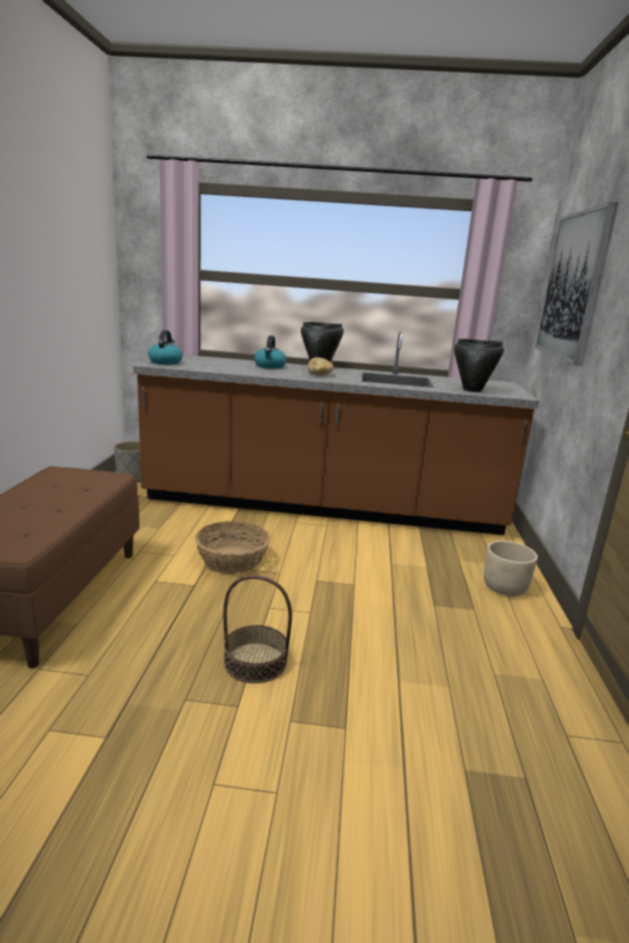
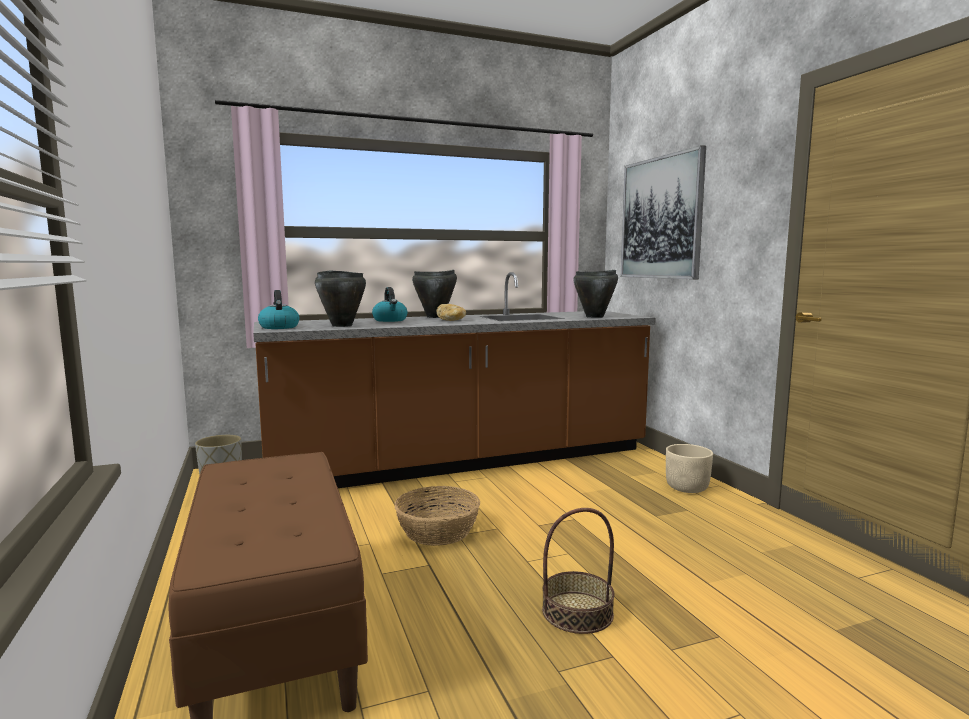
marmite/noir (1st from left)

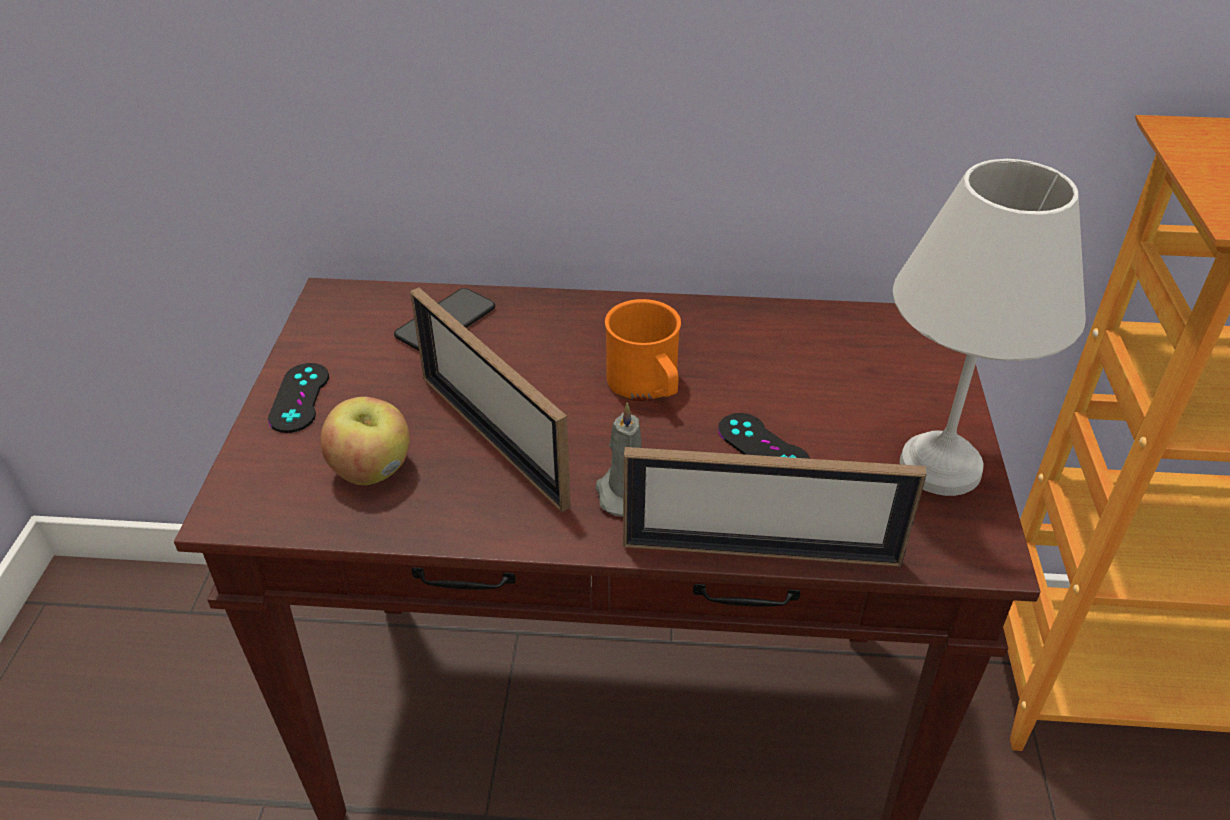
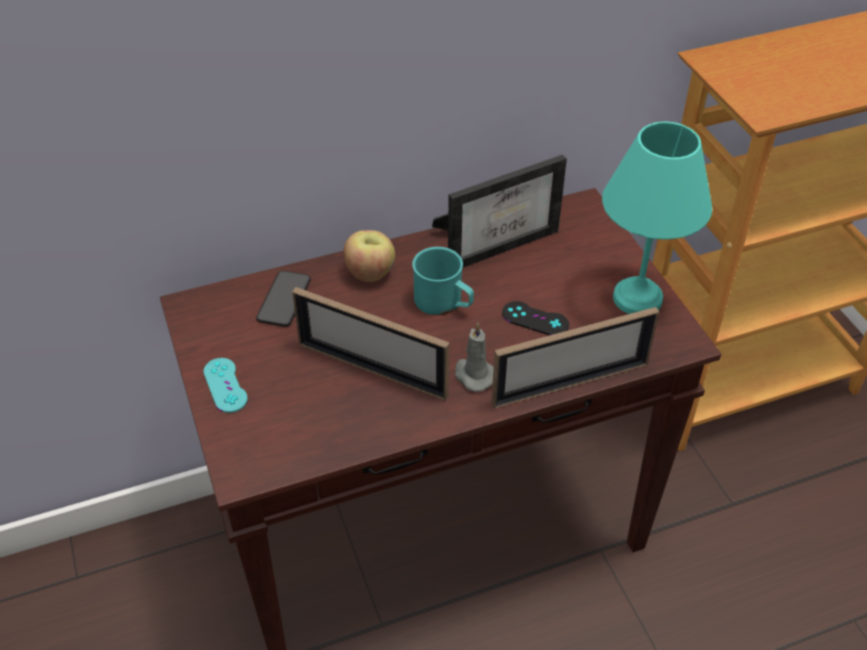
manette/turquoise
pomme
mug/turquoise
lampe de table/turquoise
cadre photo (2nd from left)

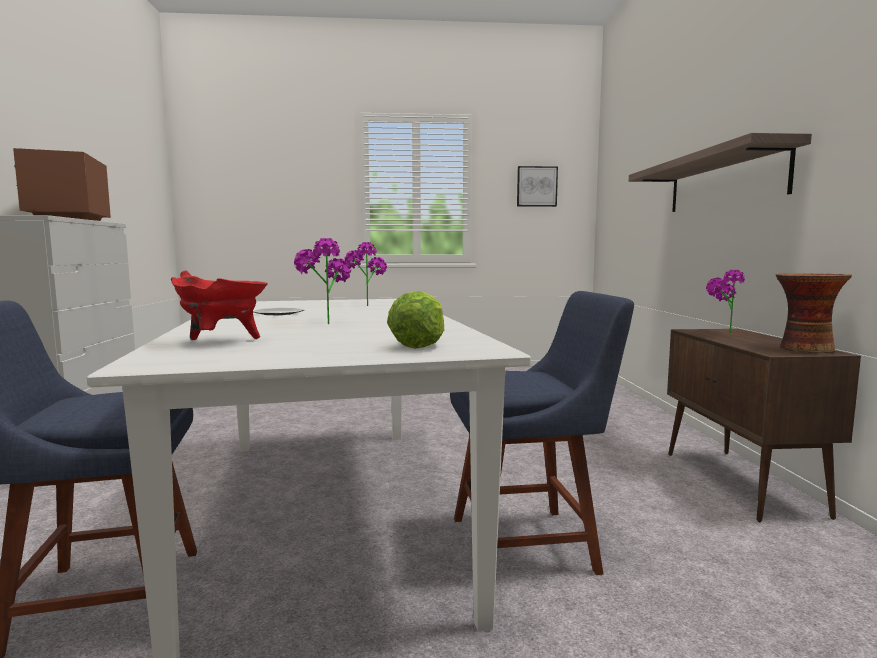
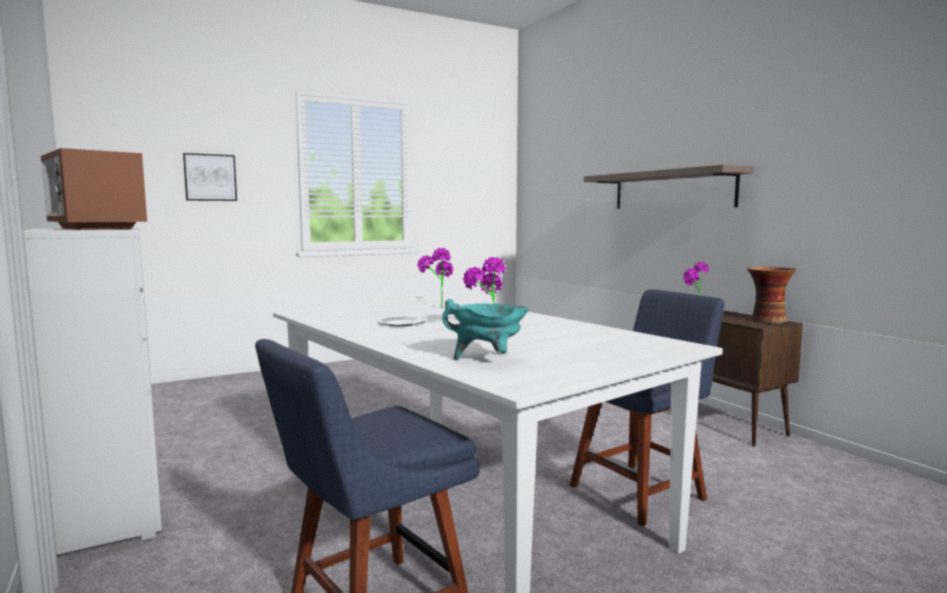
marmite/turquoise
laitue
tableau

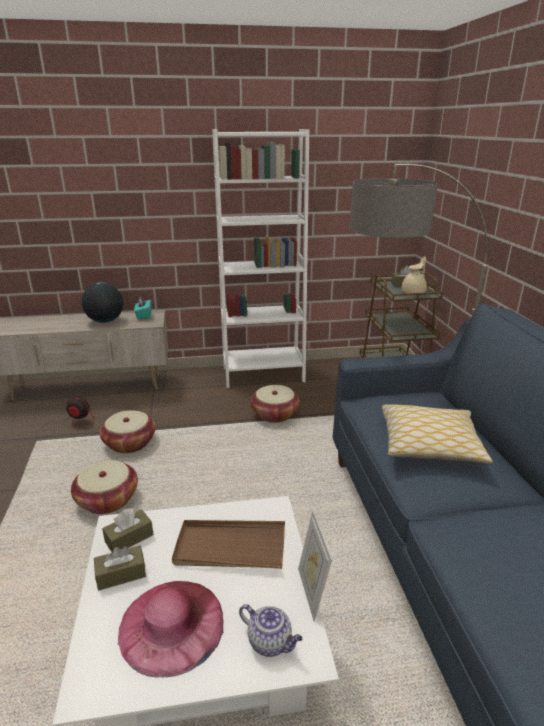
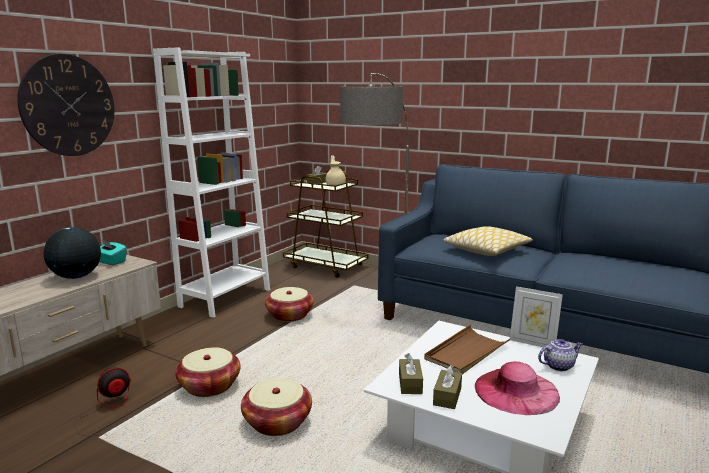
horloge murale

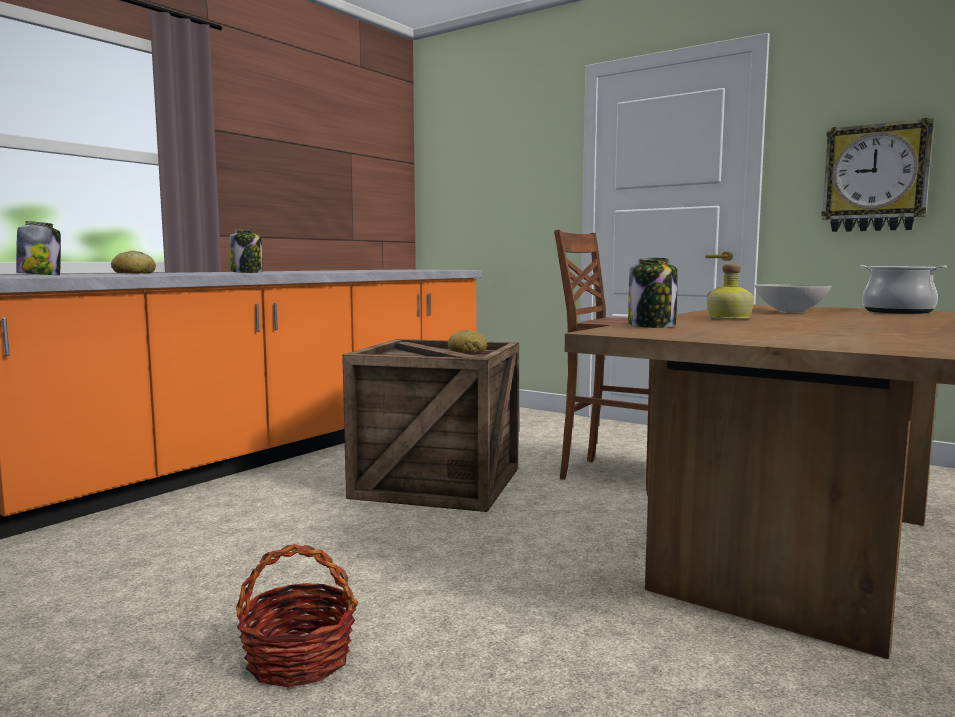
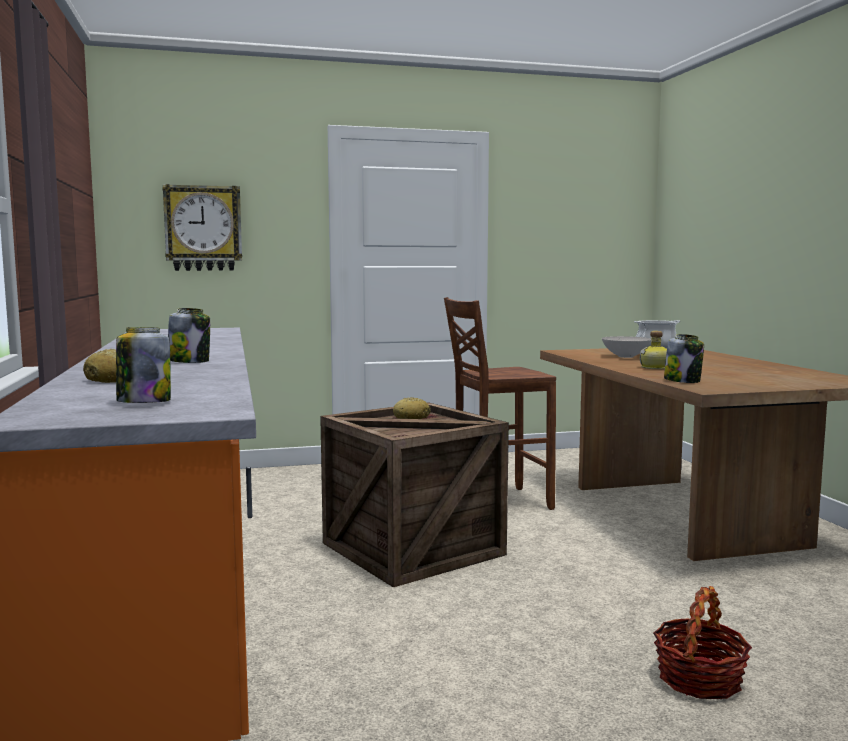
horloge murale

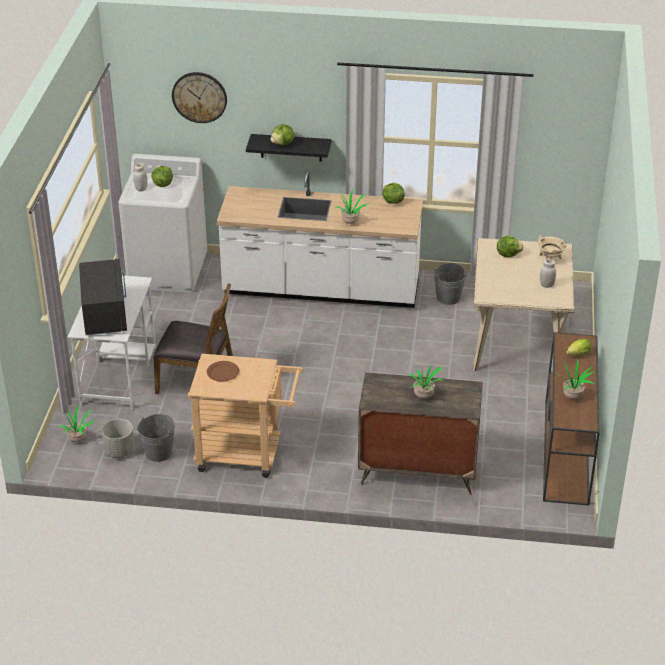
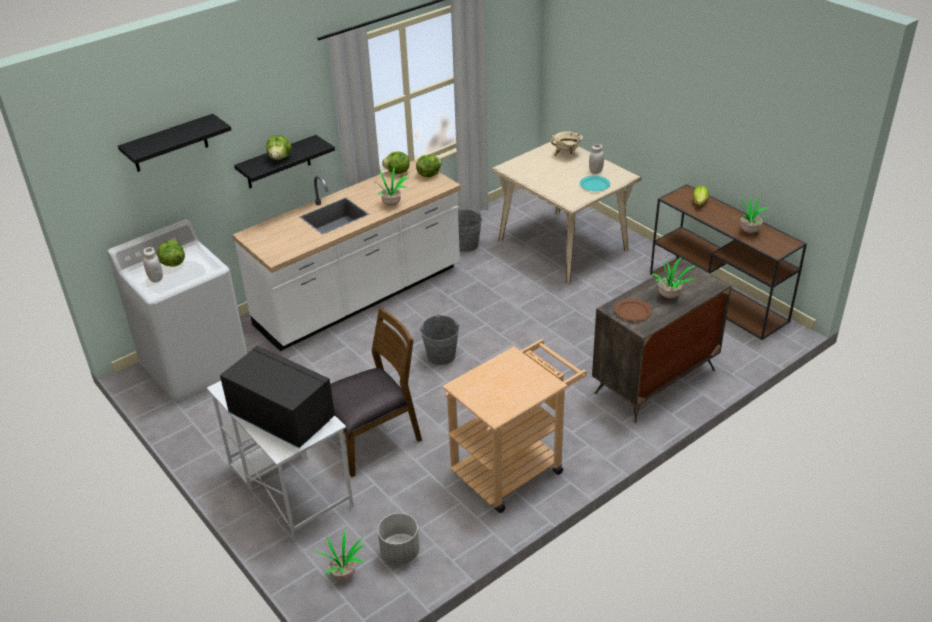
seau/gris (1st from left)
étagère/noir (1st from left)
assiette/marron
laitue (4th from left)
assiette/turquoise

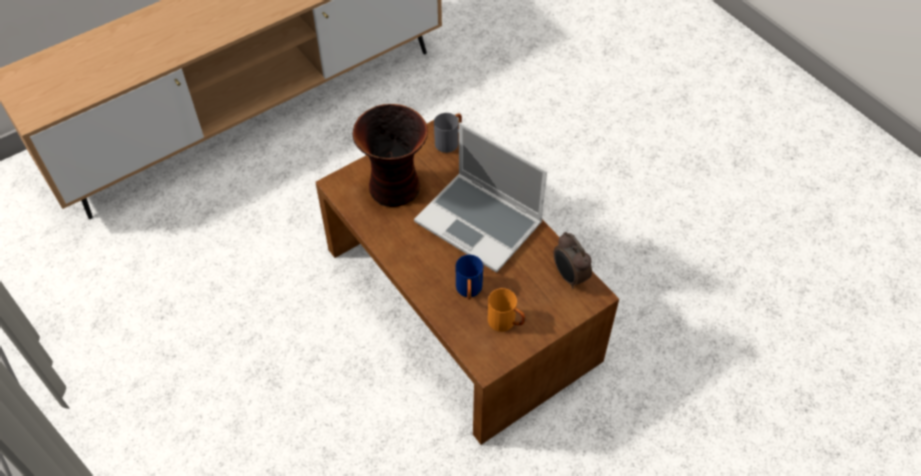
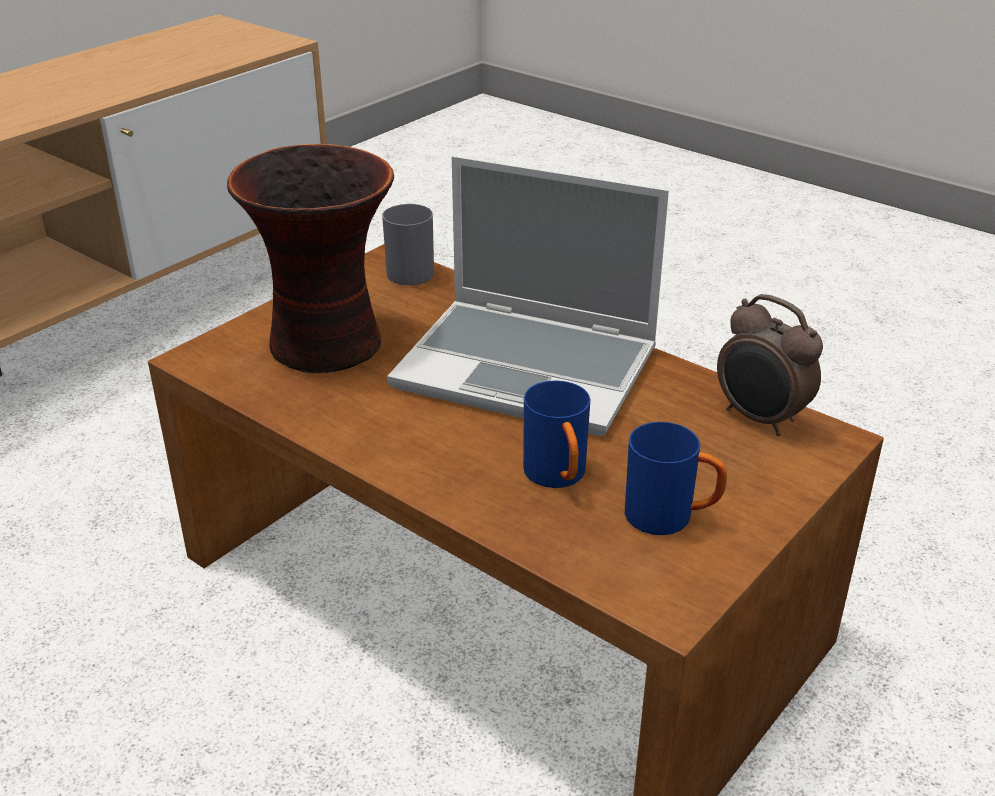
mug/bleu (2nd from left)

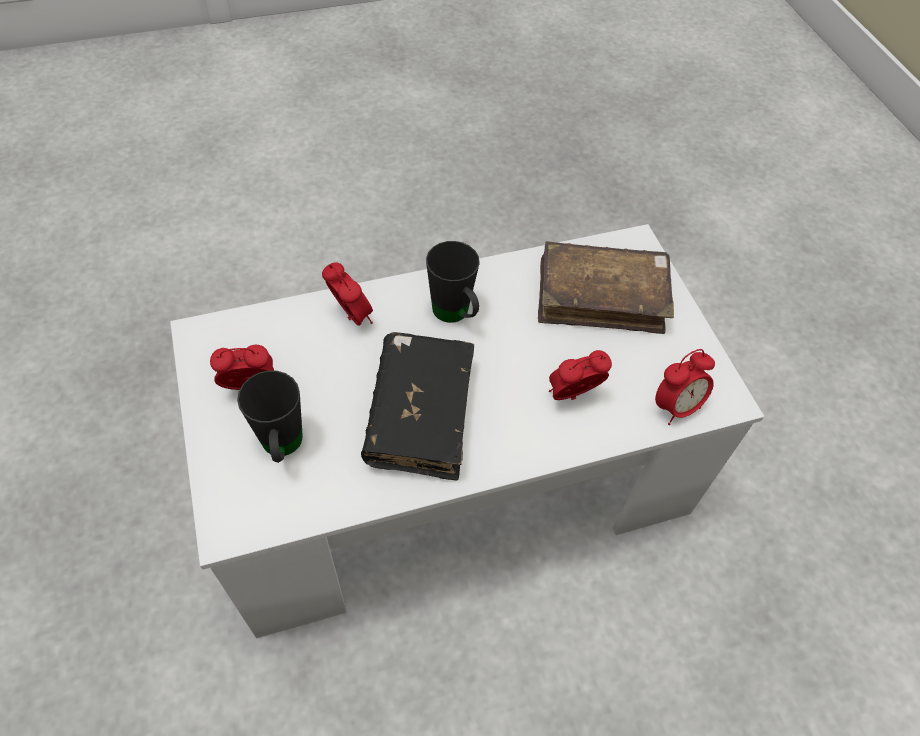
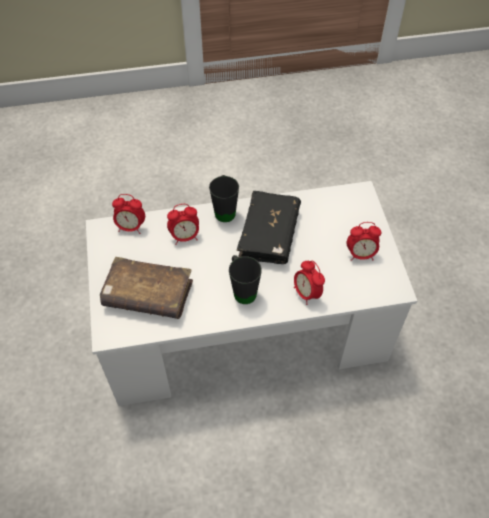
mug/noir (1st from left)
réveil (1st from left)

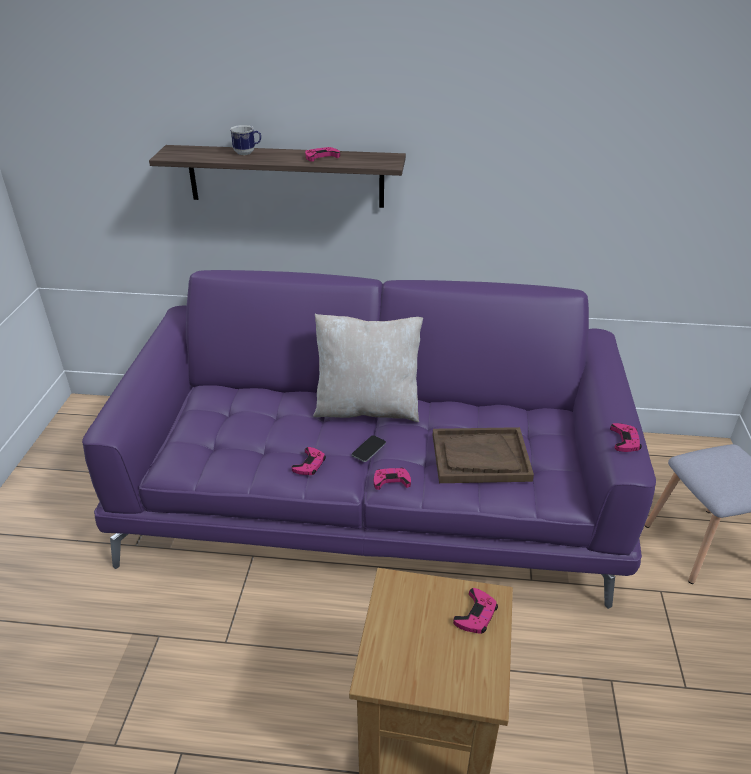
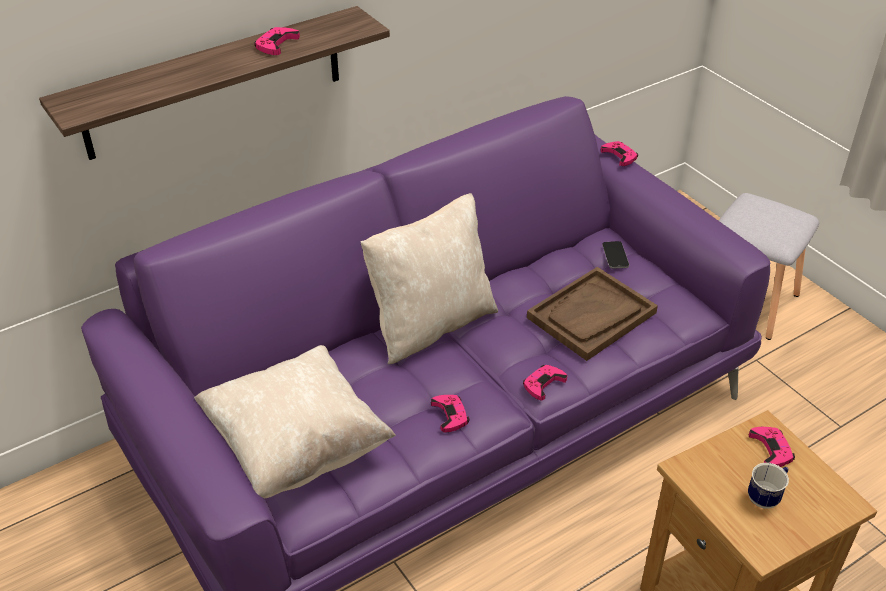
mug
téléphone
manette/rose (4th from left)
coussin/beige (1st from left)

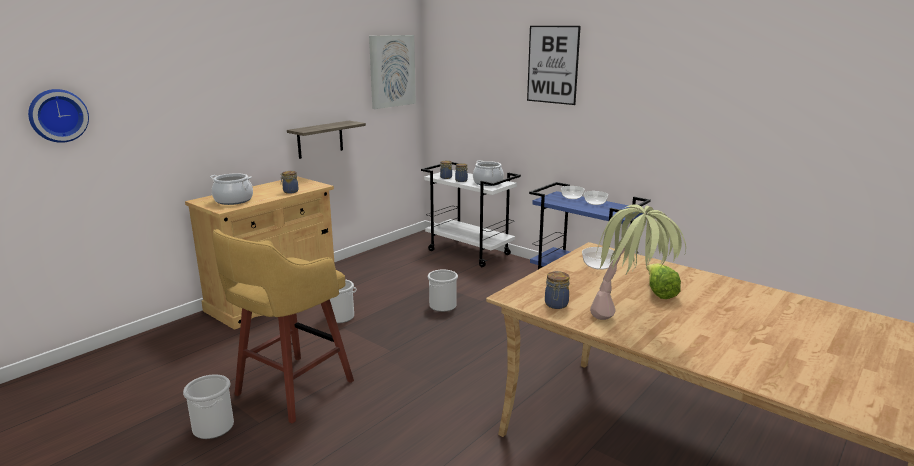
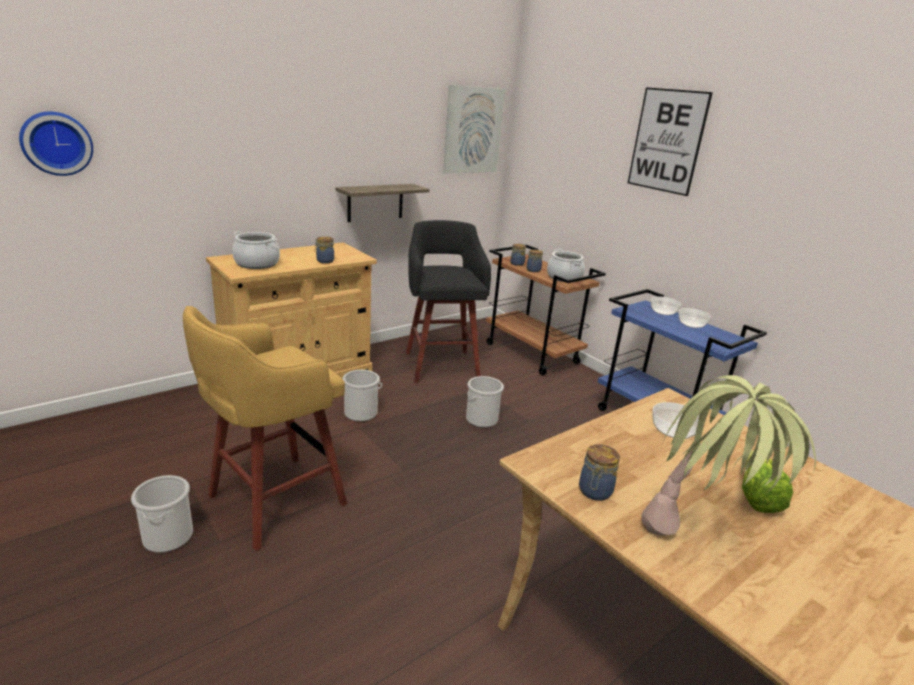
chariot/marron
tabouret/noir

